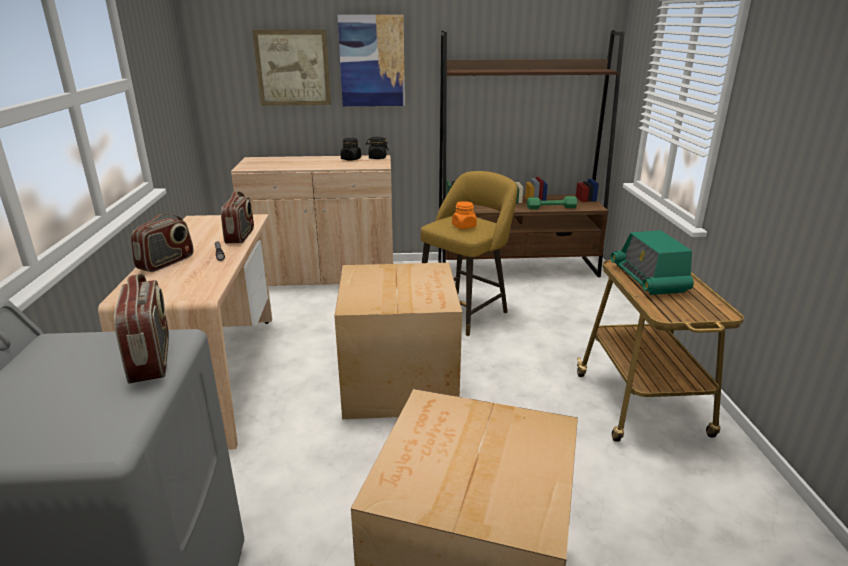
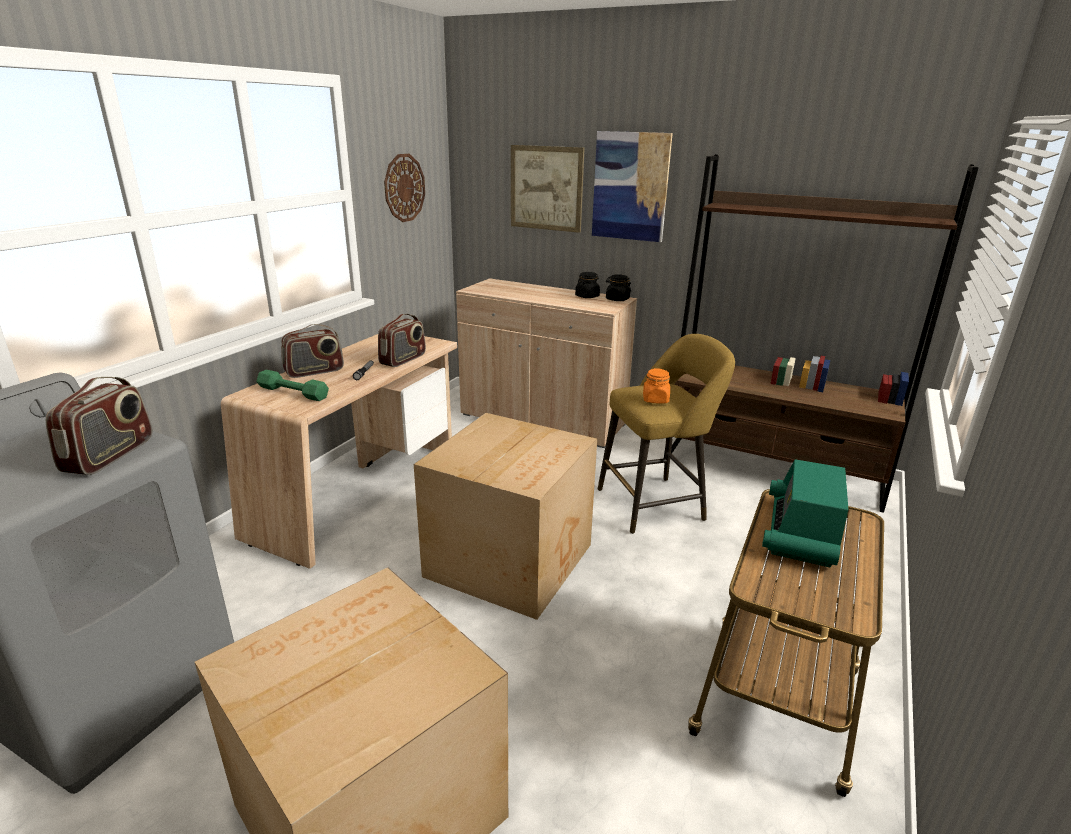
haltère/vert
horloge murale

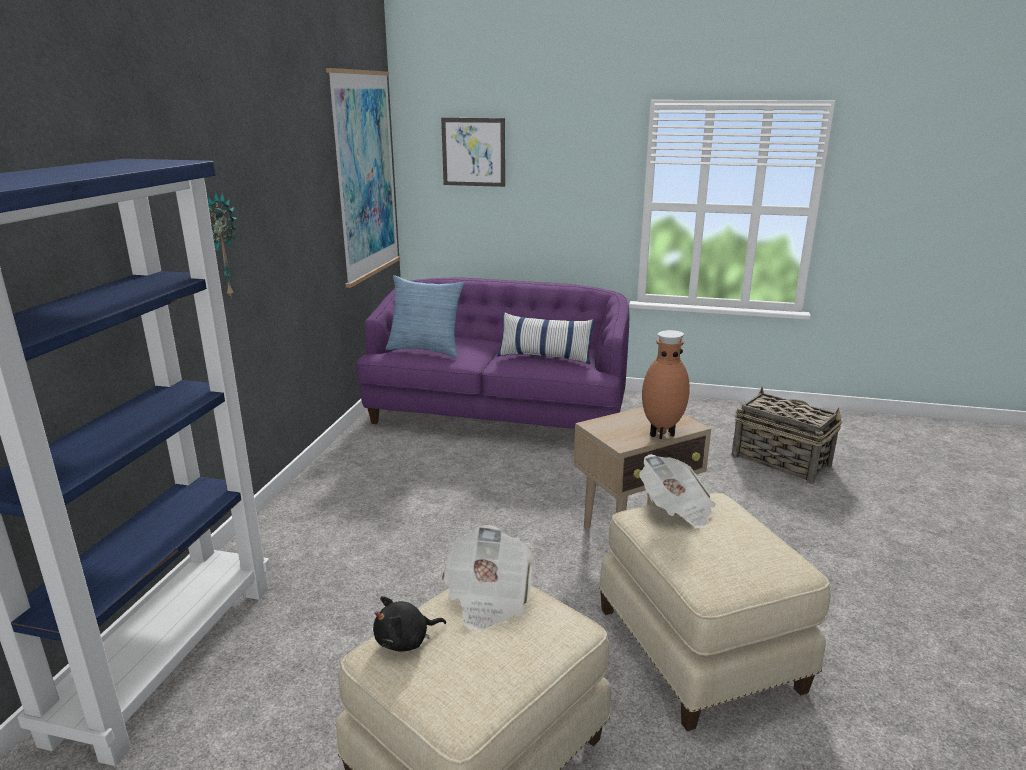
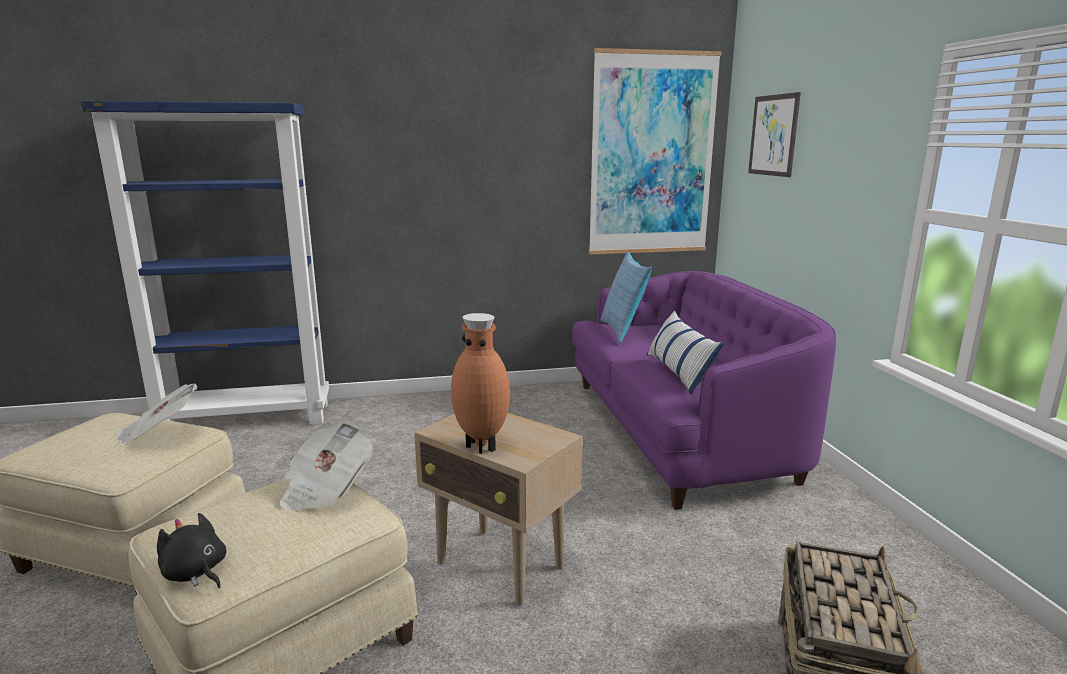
horloge murale
peluche/noir

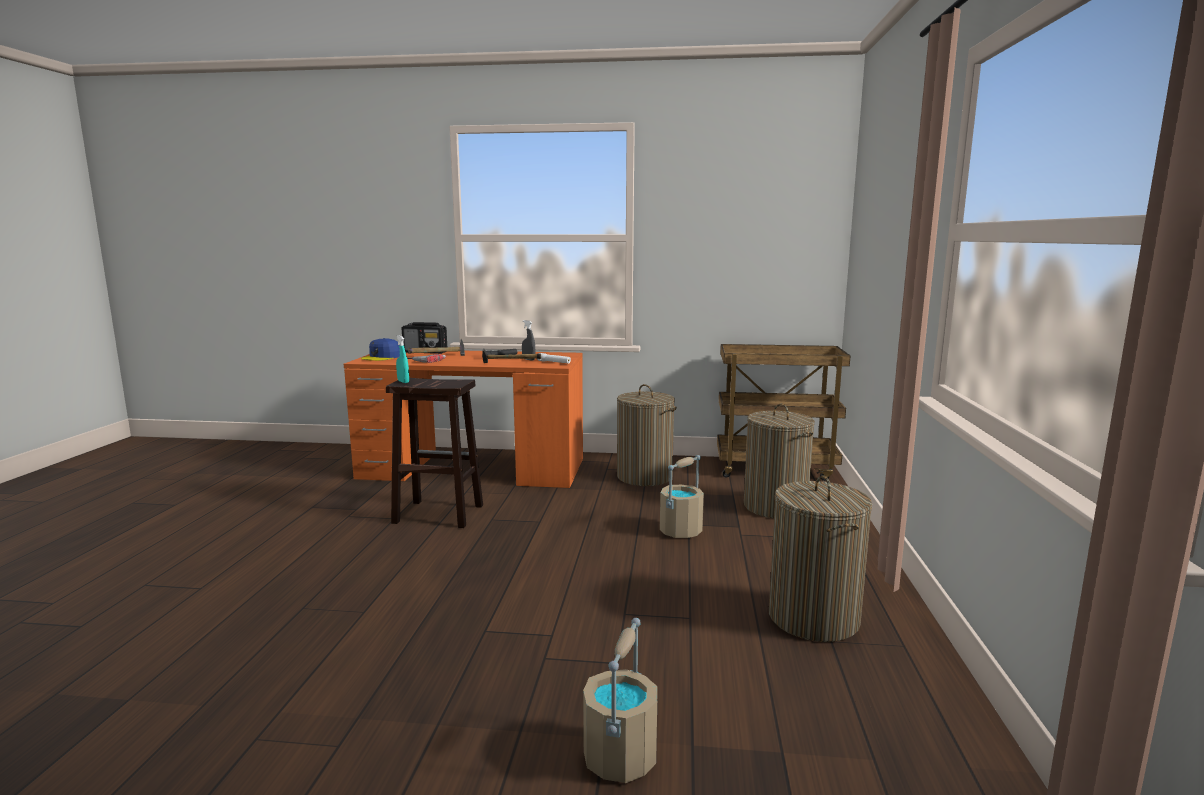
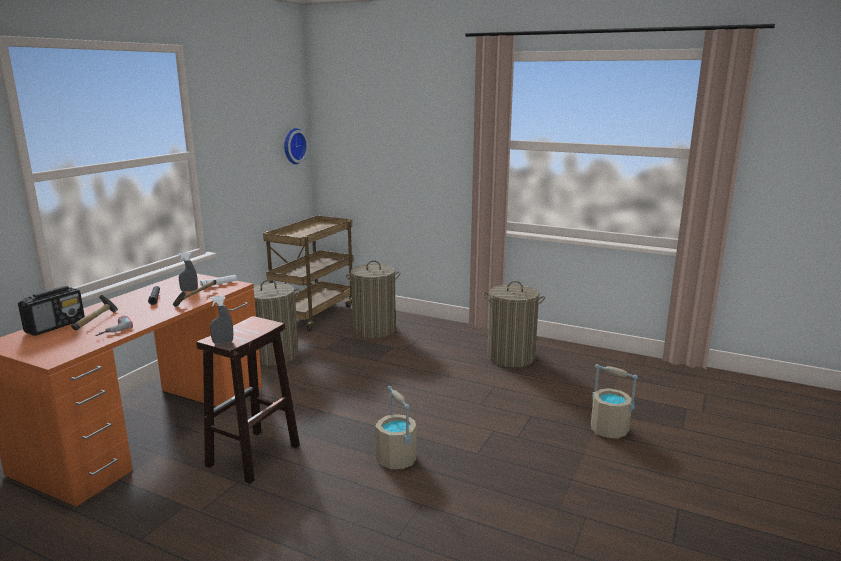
casquette/bleu
vaporisateur/gris (2nd from left)
seau/beige (1st from left)
horloge murale

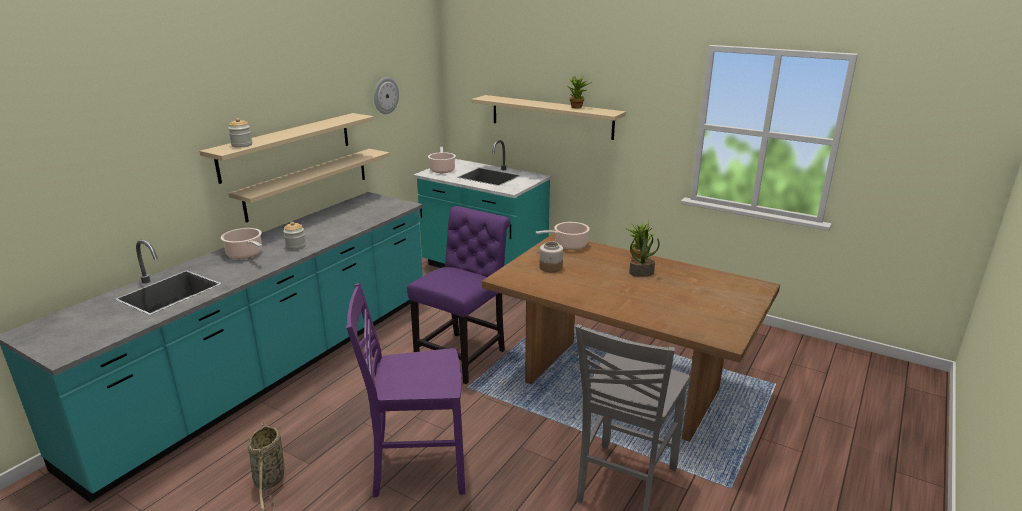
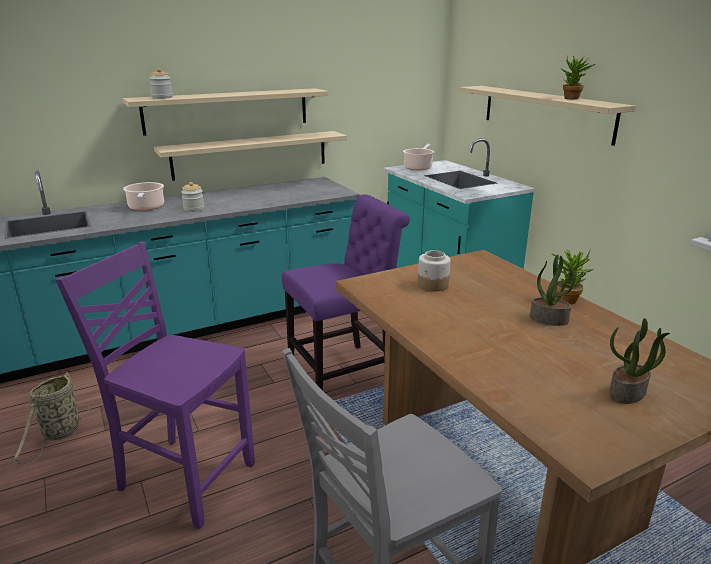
horloge murale
marmite (3rd from left in the first image)
plante en pot (4th from left)

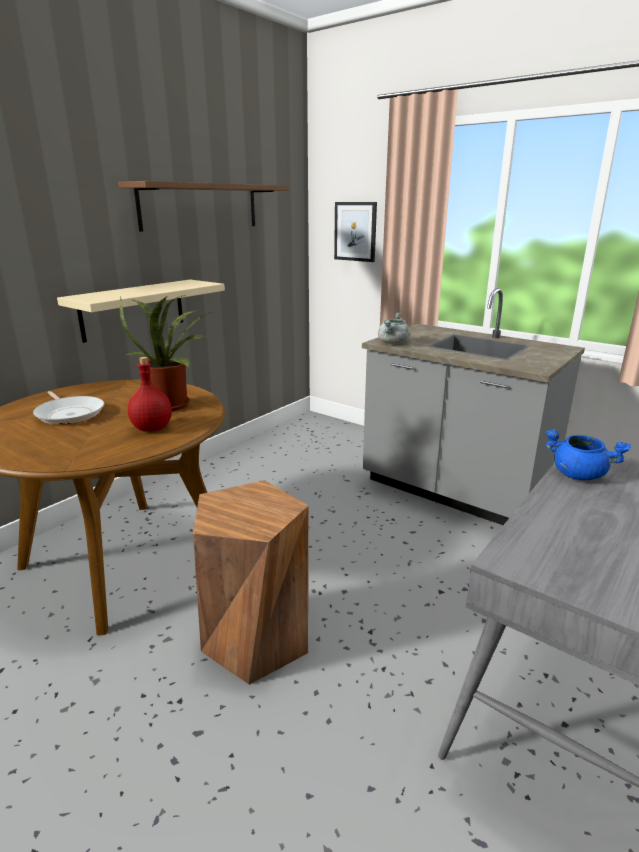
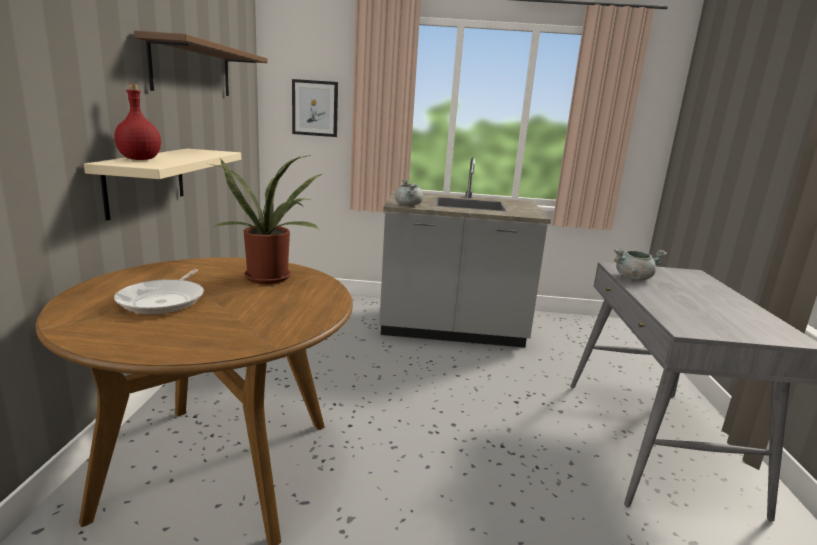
poêle
bouteille/rouge
tabouret/marron
marmite/gris (2nd from left)

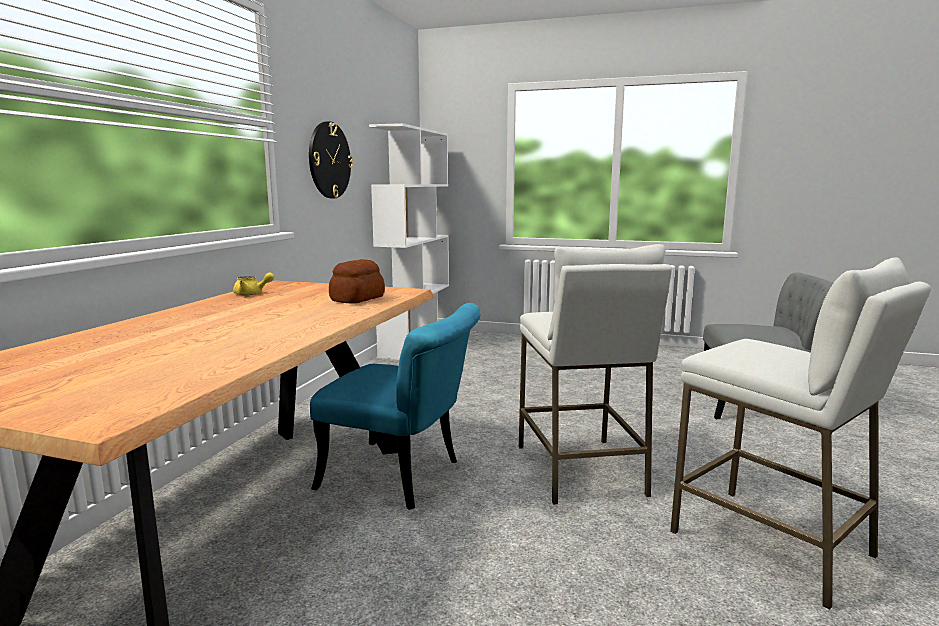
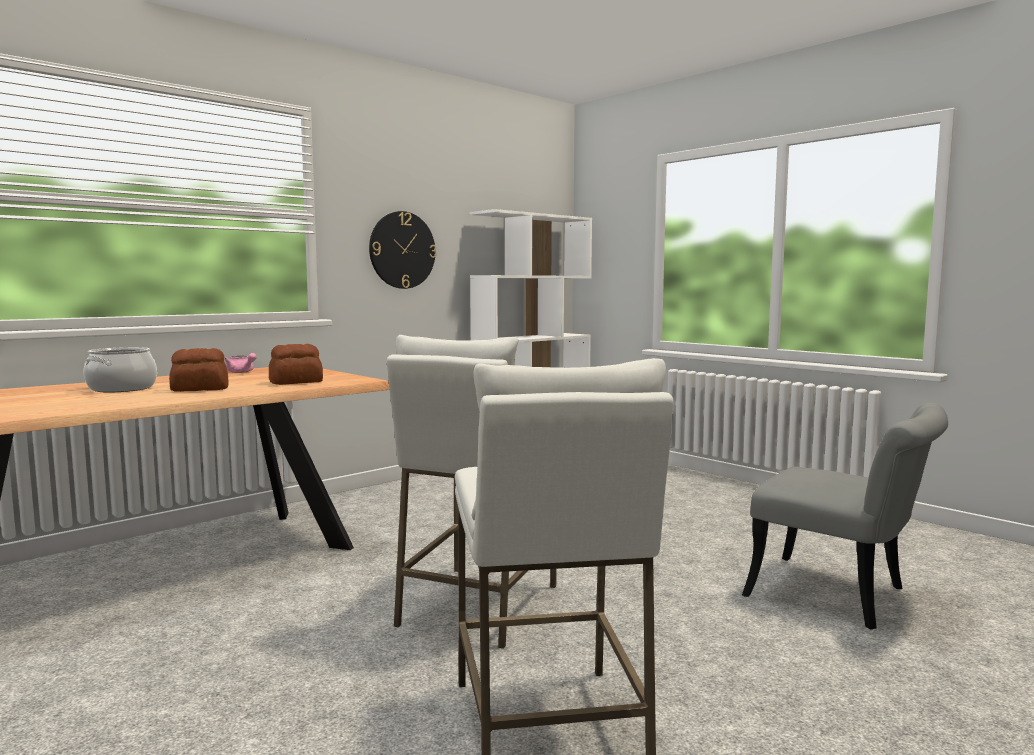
théière/rose
chaise/turquoise
marmite
pain (1st from left)

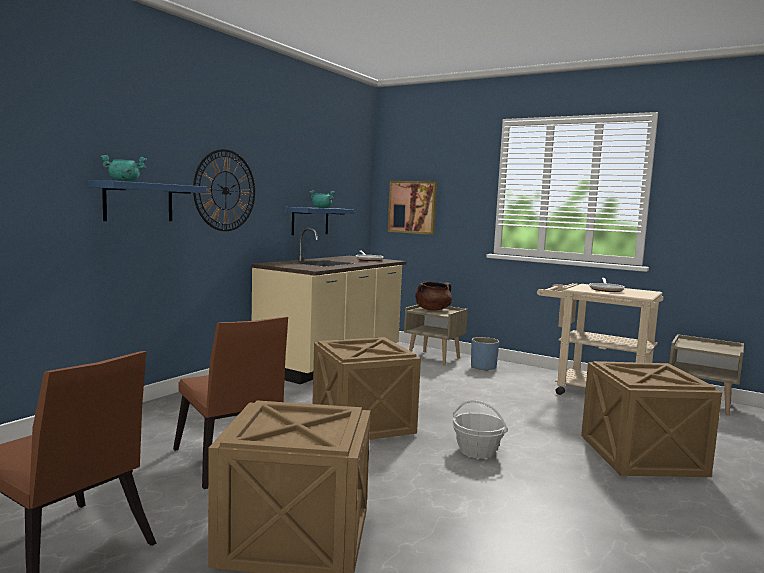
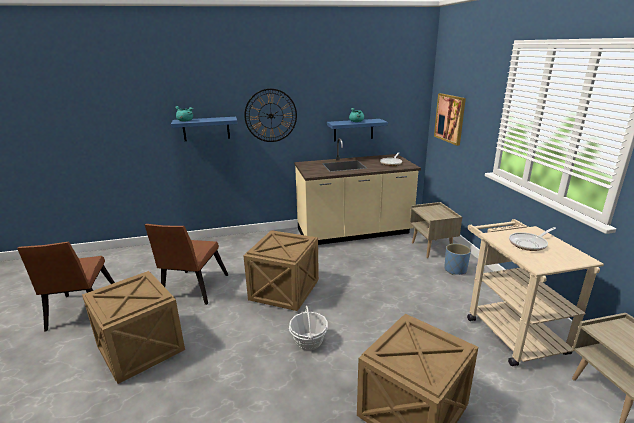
marmite/marron

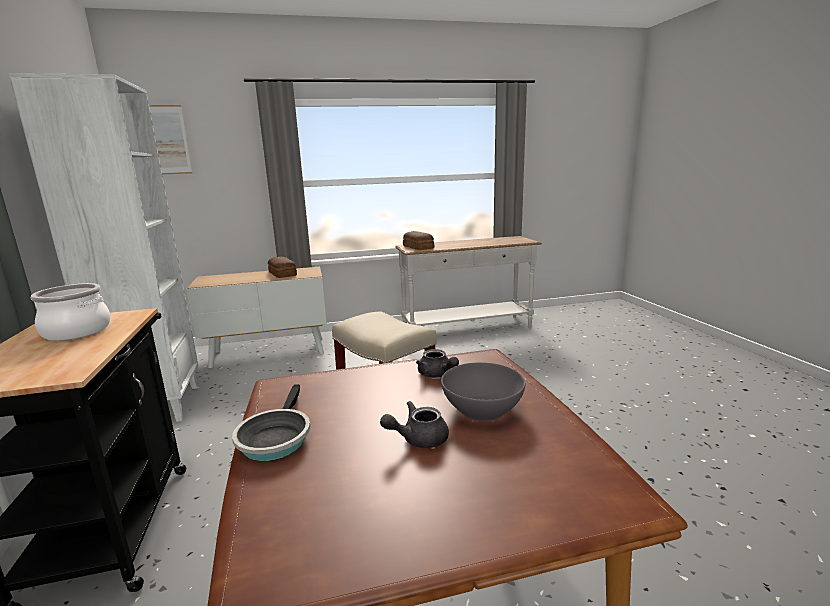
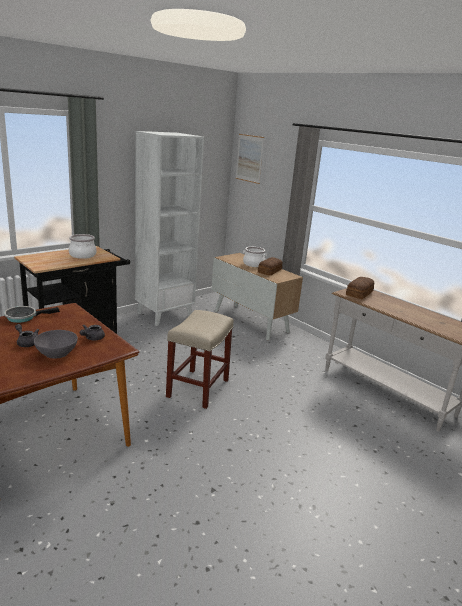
marmite (2nd from left)

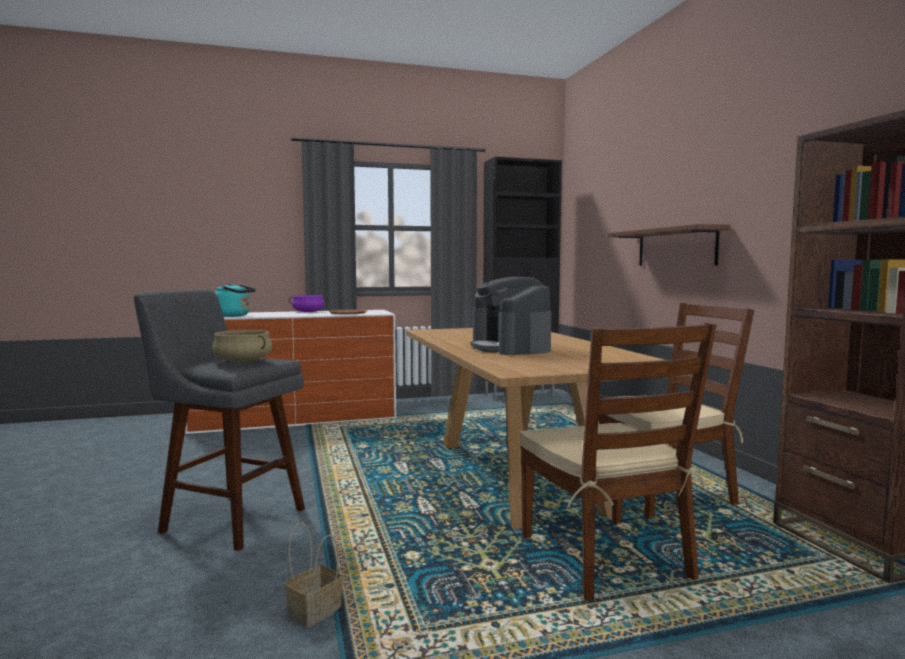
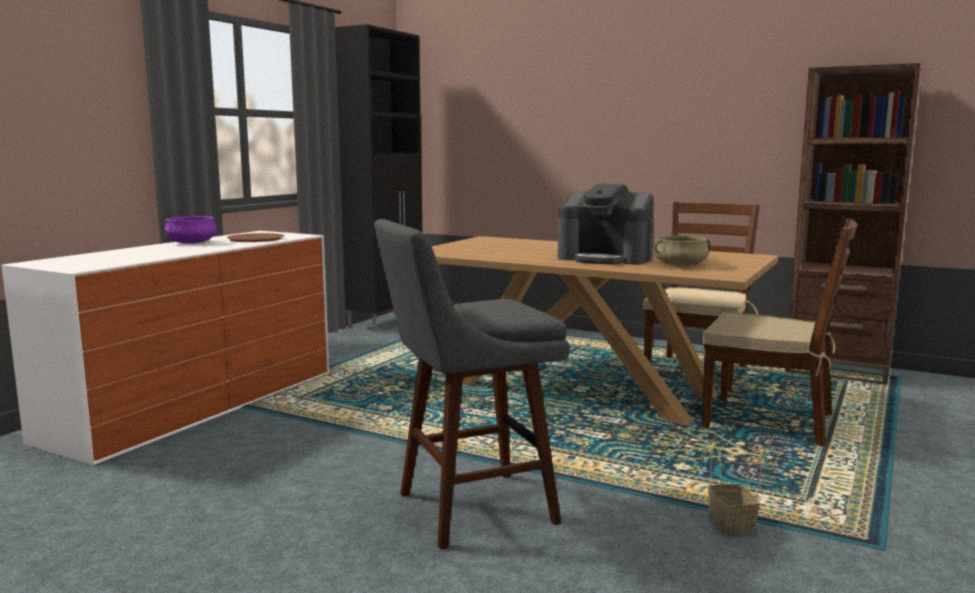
marmite/beige
bouilloire/turquoise
étagère/marron

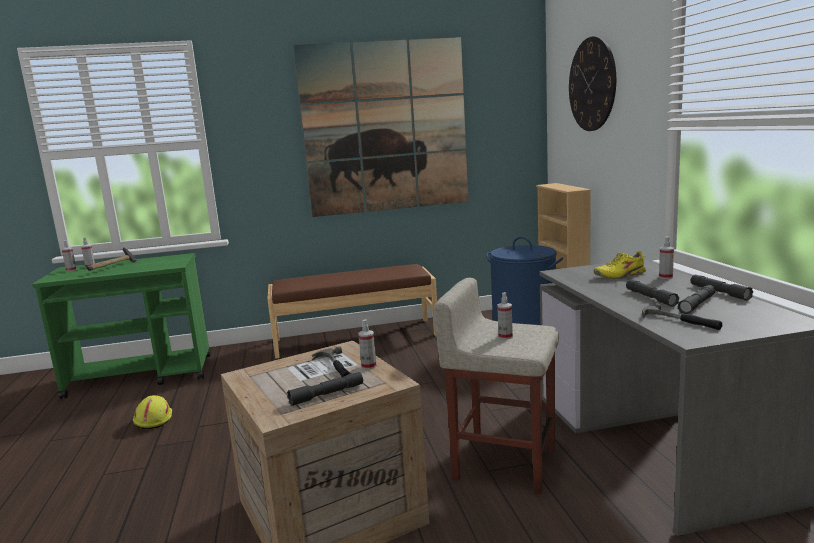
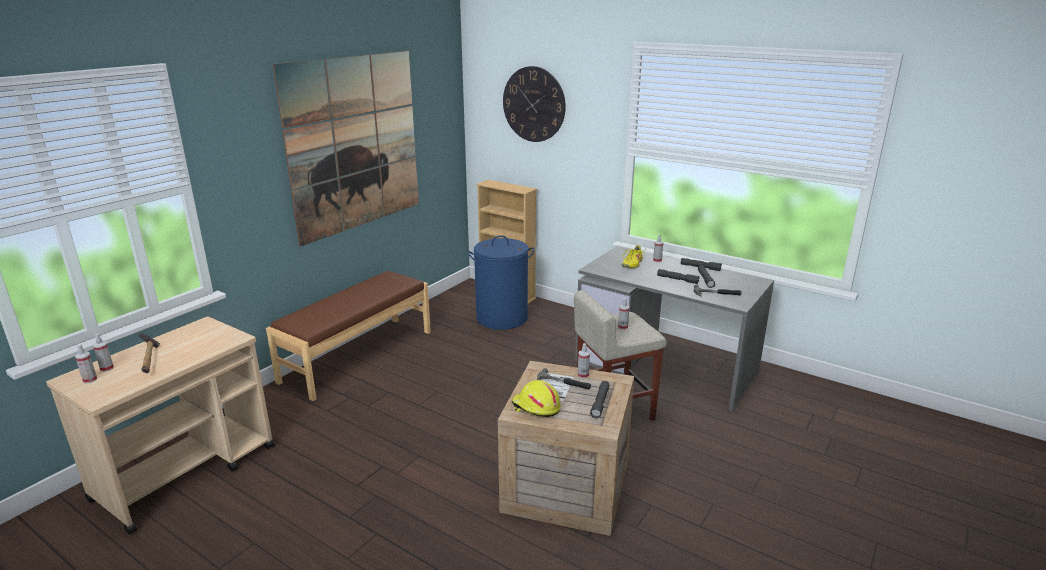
chariot/beige
casque de chantier/jaune

